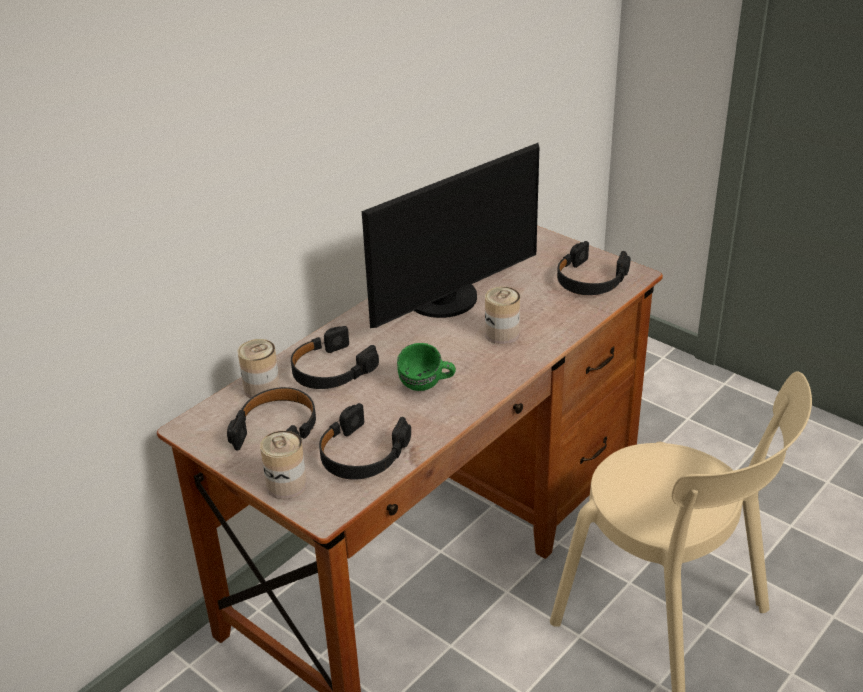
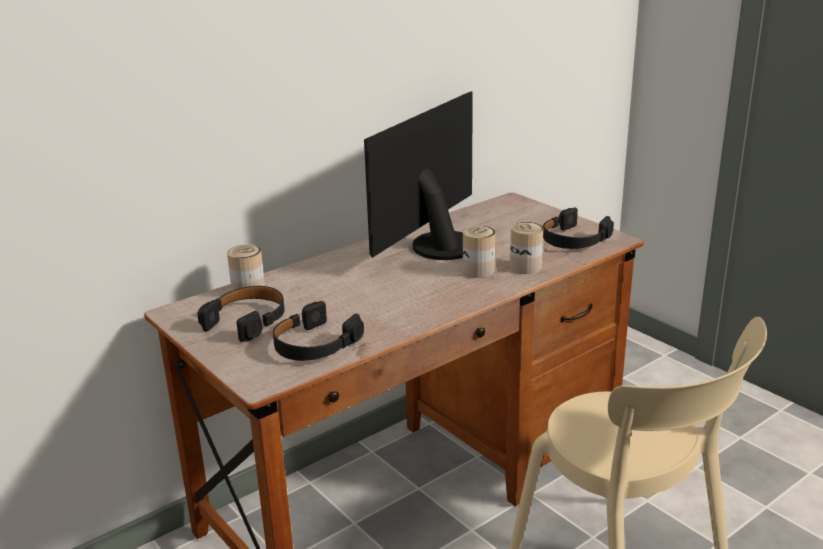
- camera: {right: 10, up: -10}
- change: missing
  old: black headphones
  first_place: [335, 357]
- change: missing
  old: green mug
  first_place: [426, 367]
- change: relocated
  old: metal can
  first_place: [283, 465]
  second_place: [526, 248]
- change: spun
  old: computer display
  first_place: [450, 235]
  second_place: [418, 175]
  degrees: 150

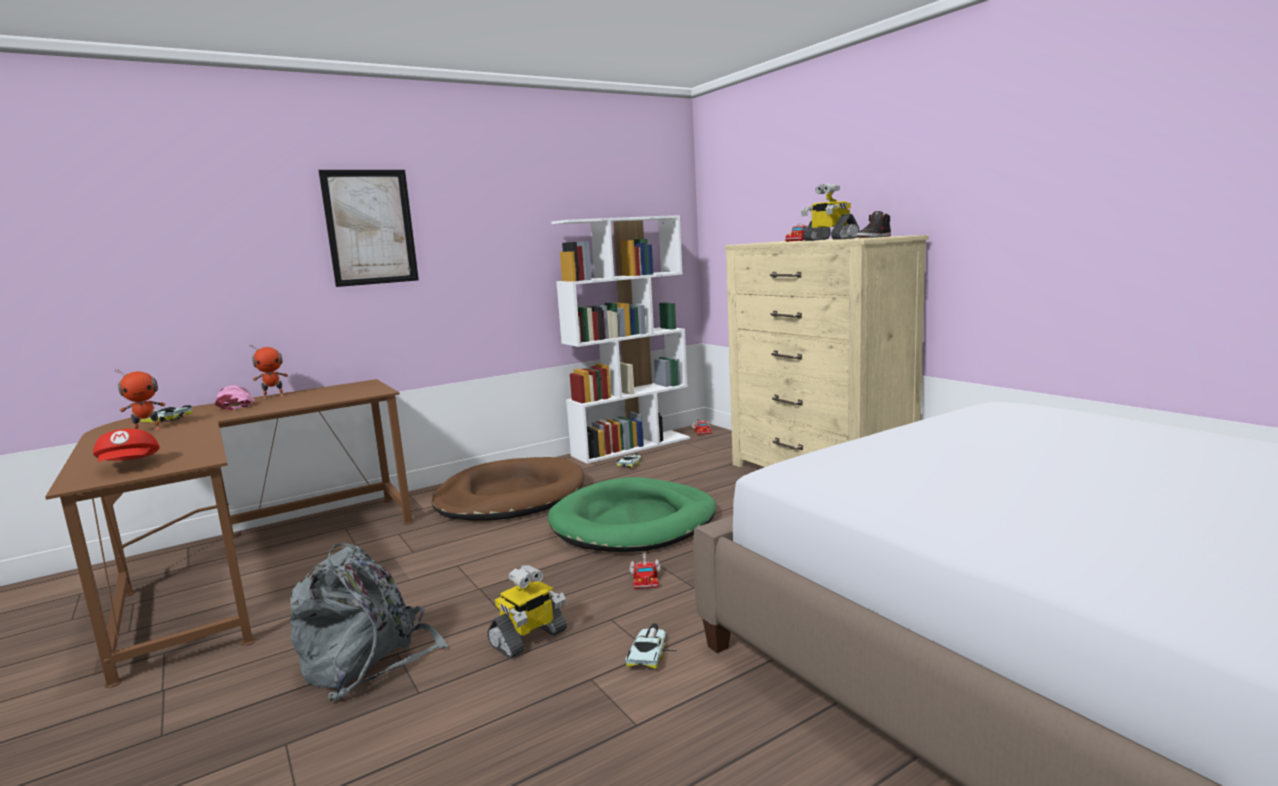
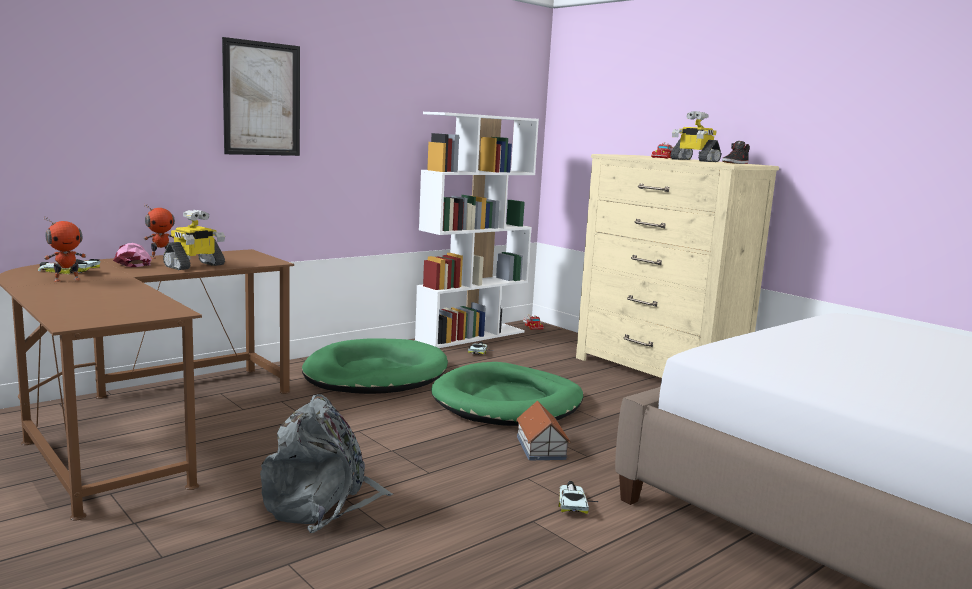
- camera: {right: -10, up: 0}
- change: missing
  old: reddish baseball cap
  first_place: [126, 445]
- change: relocated
  old: model robot
  first_place: [527, 612]
  second_place: [194, 240]
- change: exchanged
  old: toy truck
  new: miniature house
  first_place: [645, 570]
  second_place: [543, 430]
- change: colour
  old: brown dog bed
  new: green dog bed
  first_place: [508, 489]
  second_place: [375, 366]

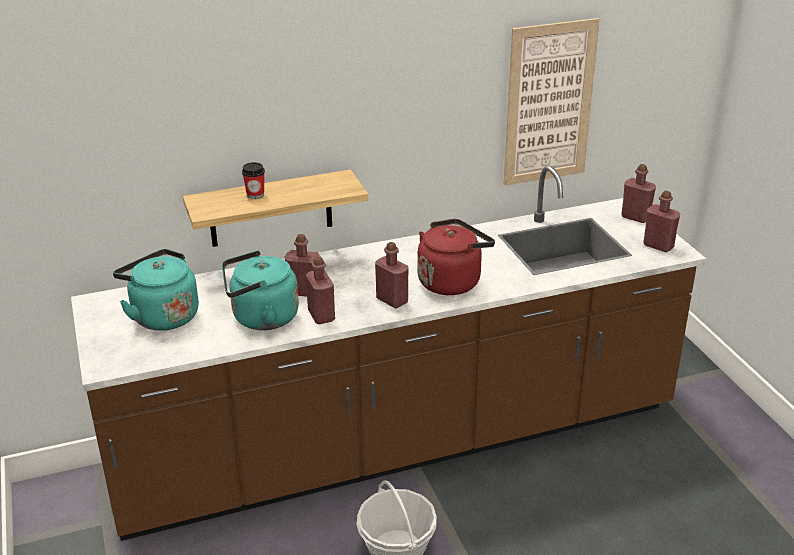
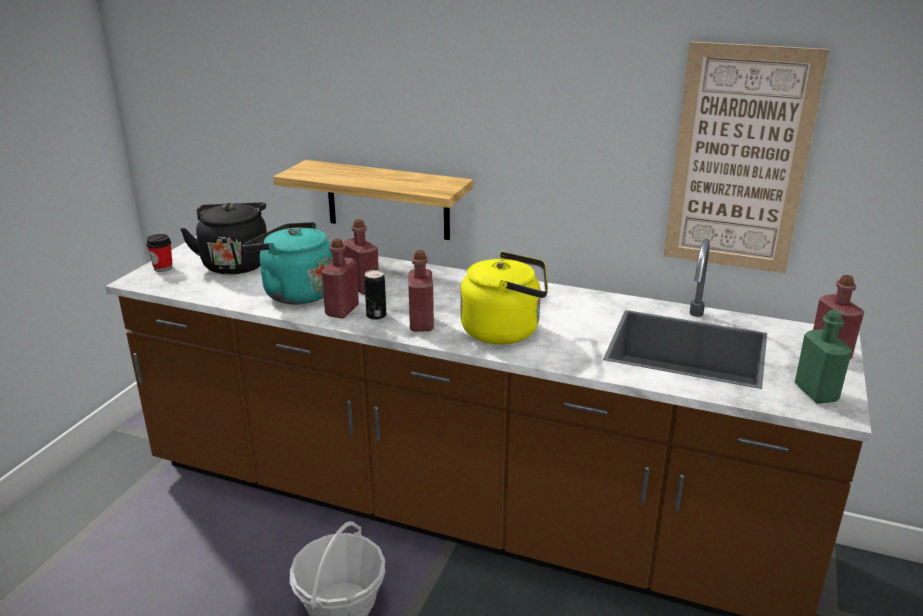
- camera: {right: 40, up: -5}
- change: appeared
  new: metal can
  second_place: [375, 295]
- change: relocated
  old: drinking cup
  first_place: [253, 180]
  second_place: [159, 253]
- change: colour
  old: blue-green water kettle
  new: black water kettle
  first_place: [156, 290]
  second_place: [223, 238]
- change: colour
  old: reddish water kettle
  new: yellow-coloured water kettle
  first_place: [456, 257]
  second_place: [504, 298]
- change: colour
  old: reddish drink bottle
  new: green drink bottle
  first_place: [661, 221]
  second_place: [823, 357]

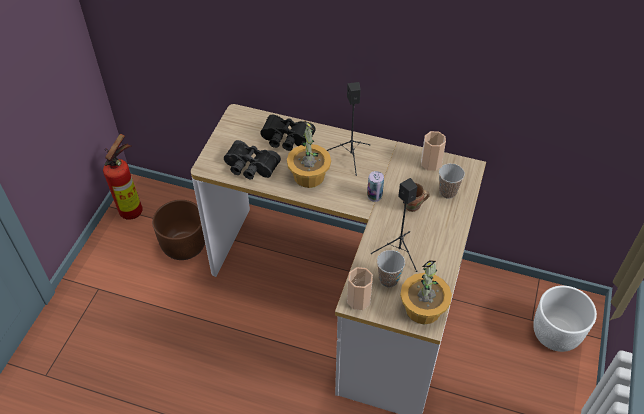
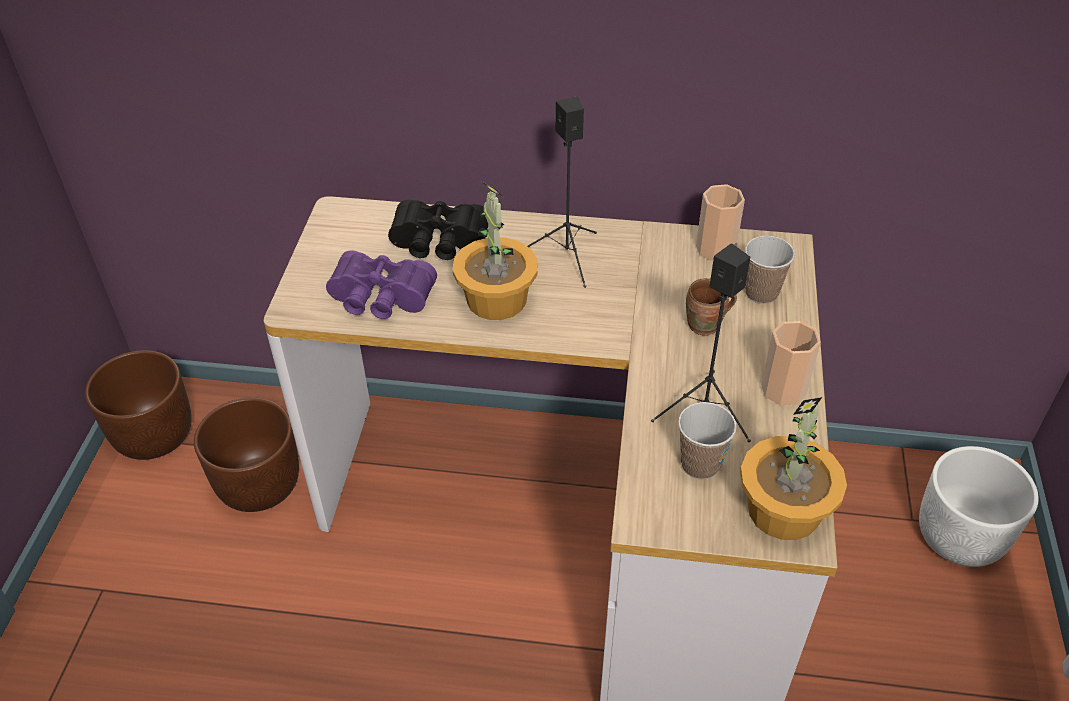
- camera: {right: -10, up: -5}
- change: missing
  old: metal can
  first_place: [375, 186]
- change: relocated
  old: drinking cup
  first_place: [360, 288]
  second_place: [791, 363]
- change: exchanged
  old: extinguisher
  new: brown plant pot
  first_place: [123, 177]
  second_place: [138, 405]
- change: colour
  old: black field glasses
  new: purple-coloured field glasses
  first_place: [252, 159]
  second_place: [381, 285]

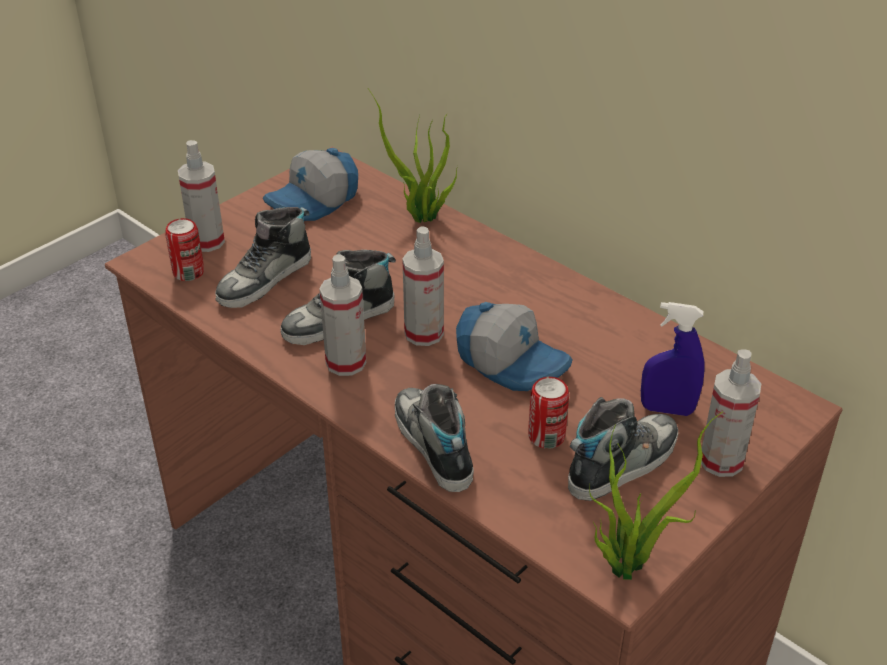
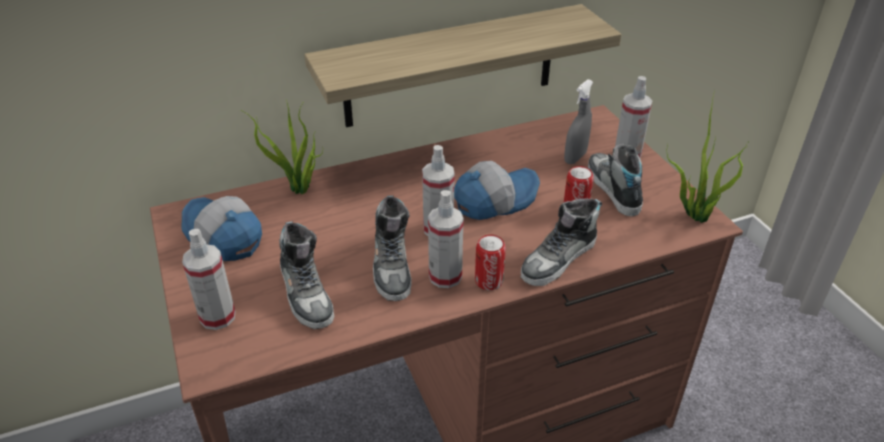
- camera: {right: -65, up: 0}
- change: appeared
  new: bracket shelf
  second_place: [462, 65]
- change: relocated
  old: metal can
  first_place: [184, 249]
  second_place: [490, 262]
- change: colour
  old: blue sprayer
  new: gray sprayer
  first_place: [673, 359]
  second_place: [578, 121]
- change: spun
  old: baseball cap
  first_place: [310, 184]
  second_place: [222, 228]
  degrees: 150
- change: spun
  old: low shoe
  first_place: [434, 438]
  second_place: [561, 242]
  degrees: -45

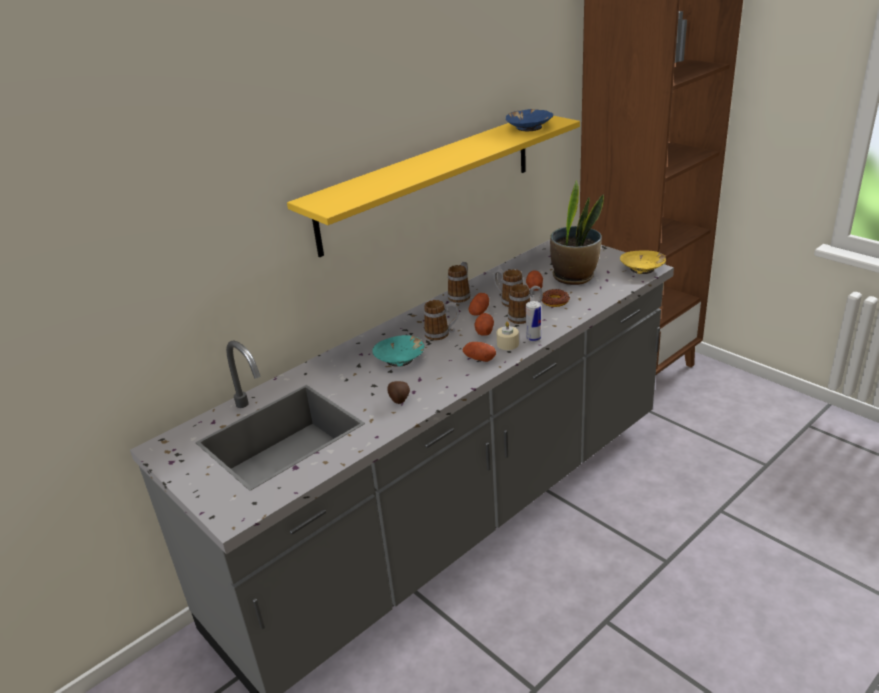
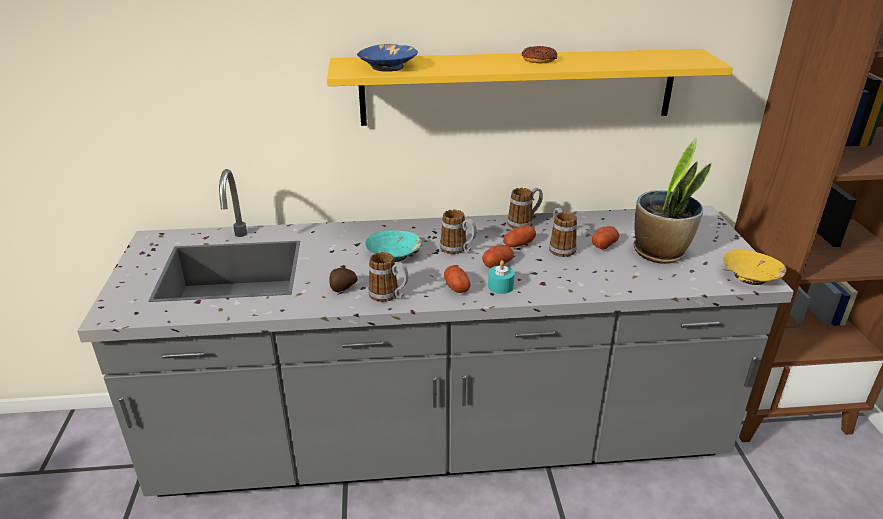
- camera: {right: 35, up: 0}
- change: missing
  old: metal can
  first_place: [533, 321]
- change: relocated
  old: blue bowl
  first_place: [529, 120]
  second_place: [387, 58]
- change: relocated
  old: mug
  first_place: [525, 304]
  second_place: [388, 277]
- change: relocated
  old: doughnut
  first_place: [556, 298]
  second_place: [539, 54]
- change: colour
  old: beige wax candle
  new: blue-green wax candle
  first_place: [508, 335]
  second_place: [501, 277]

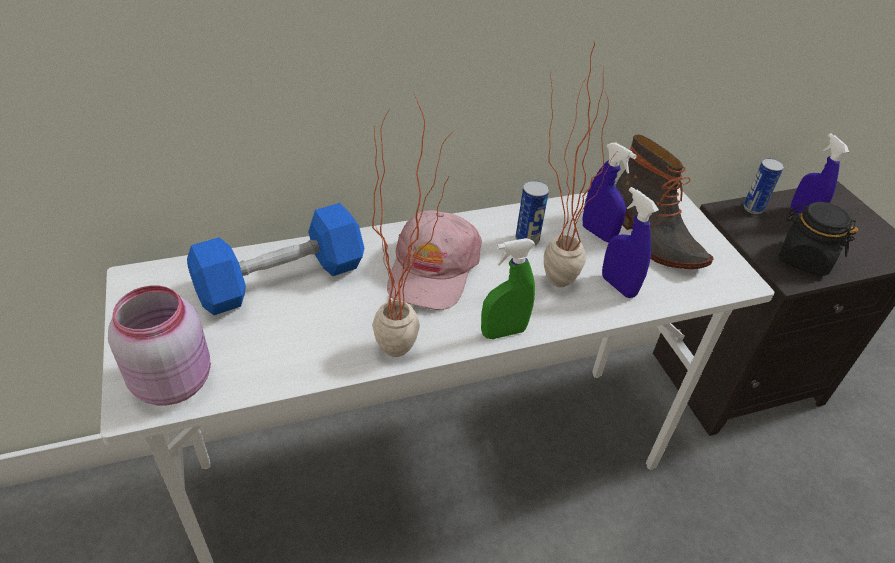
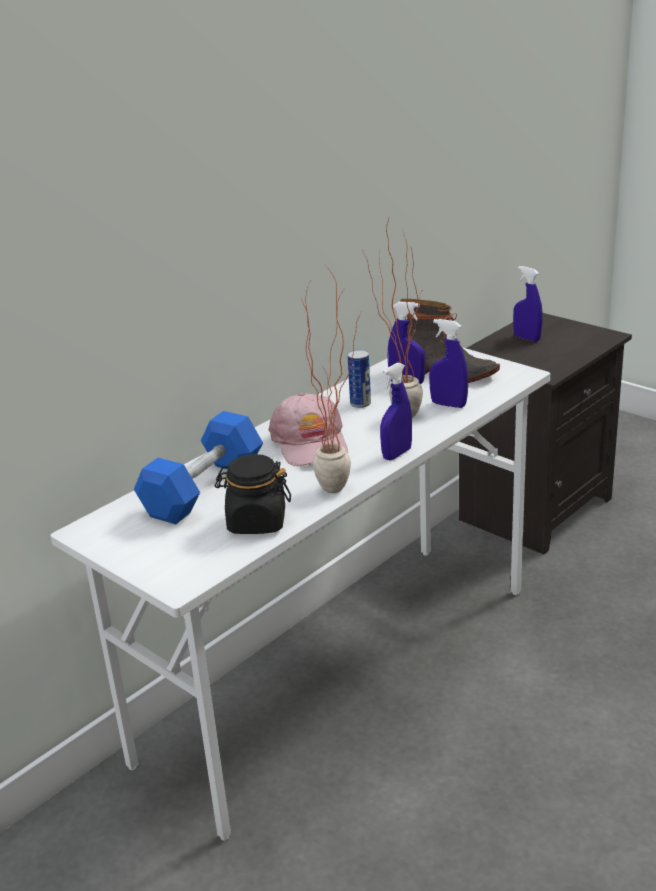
- camera: {right: -25, up: -15}
- change: missing
  old: pinkish jar
  first_place: [159, 345]
- change: missing
  old: metal can
  first_place: [763, 186]
- change: relocated
  old: black jar
  first_place: [818, 239]
  second_place: [252, 494]
- change: colour
  old: green sprayer
  new: blue sprayer
  first_place: [508, 288]
  second_place: [396, 411]

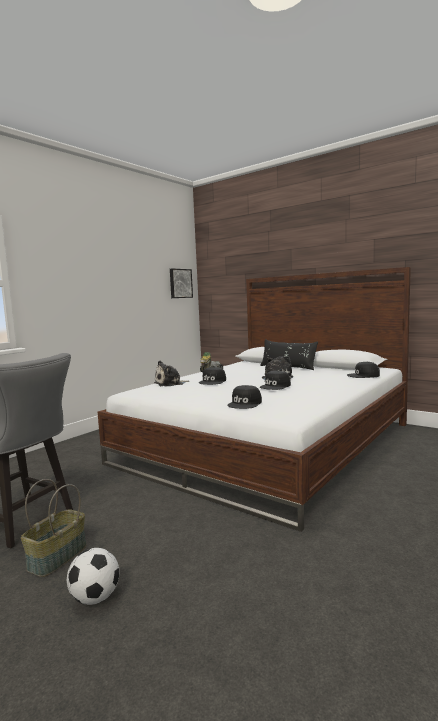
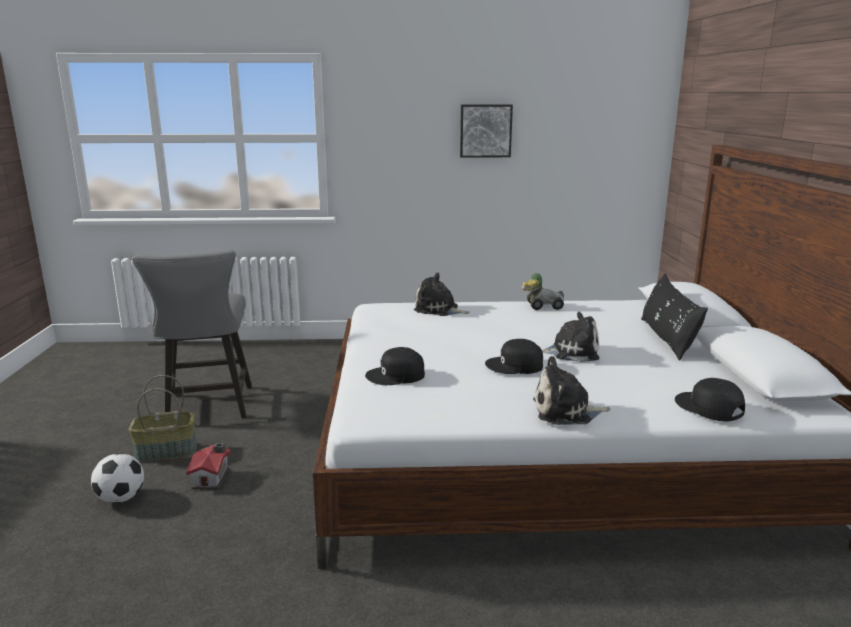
- camera: {right: 50, up: 10}
- change: missing
  old: black baseball cap
  first_place: [212, 376]
- change: appeared
  new: miniature house
  second_place: [208, 466]
- change: appeared
  new: plush toy
  second_place: [571, 390]
- change: relocated
  old: wall art
  first_place: [181, 283]
  second_place: [486, 131]

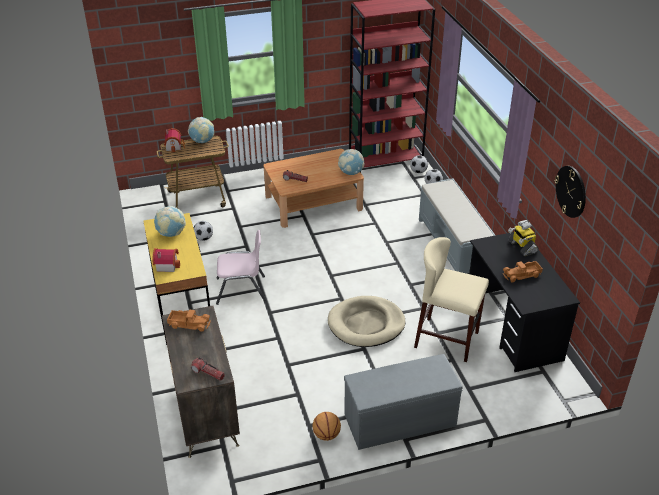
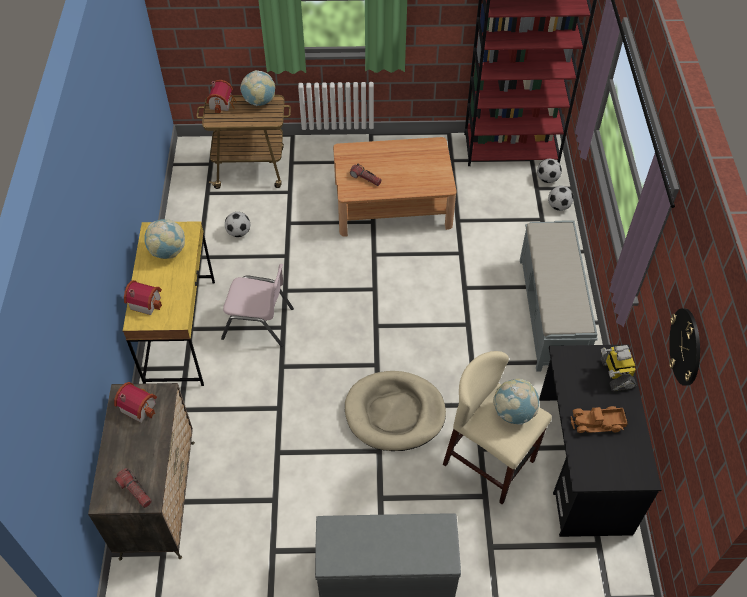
- camera: {right: 15, up: 15}
- change: missing
  old: basketball
  first_place: [326, 426]
- change: relocated
  old: globe
  first_place: [351, 162]
  second_place: [516, 402]
- change: exchanged
  old: toy truck
  new: miniature house
  first_place: [189, 320]
  second_place: [135, 402]

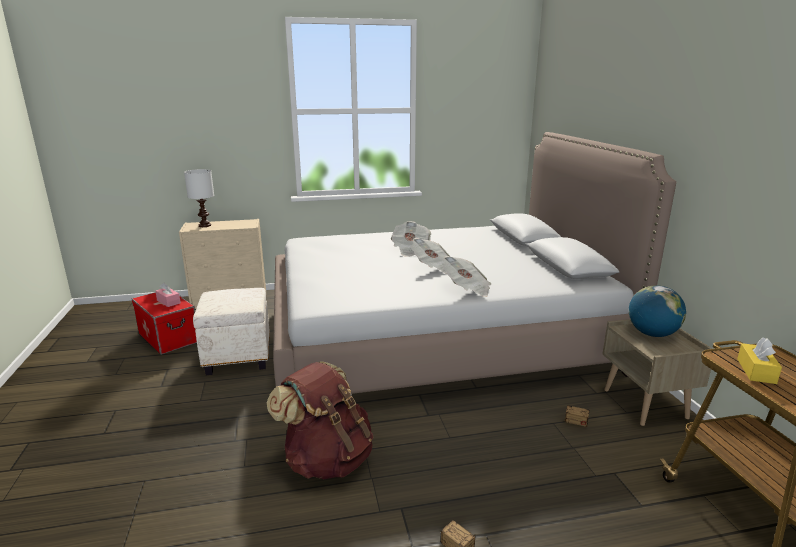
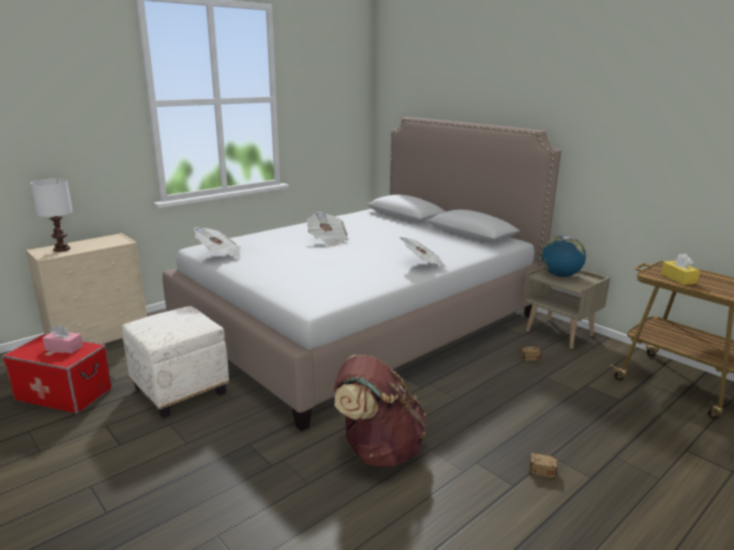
- camera: {right: -30, up: 0}
- change: relocated
  old: printed paper
  first_place: [431, 256]
  second_place: [217, 242]

